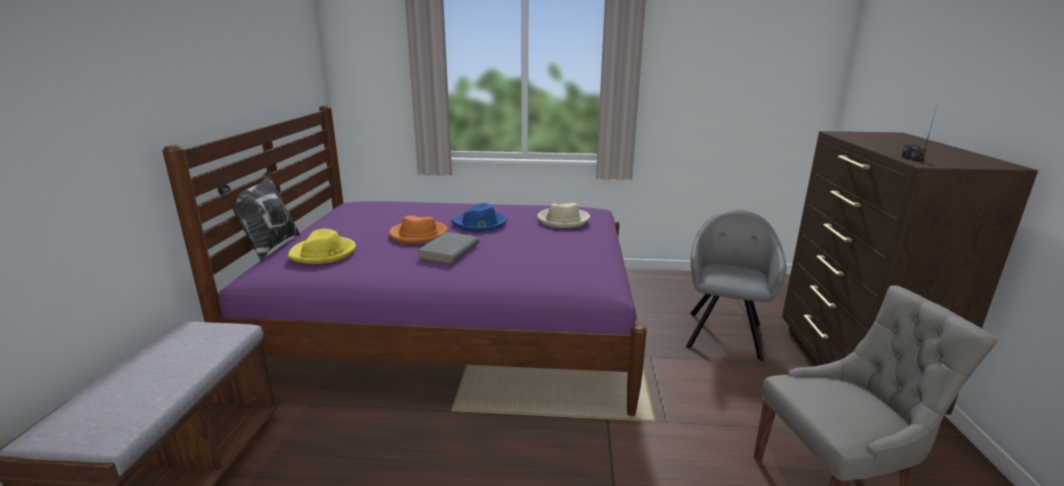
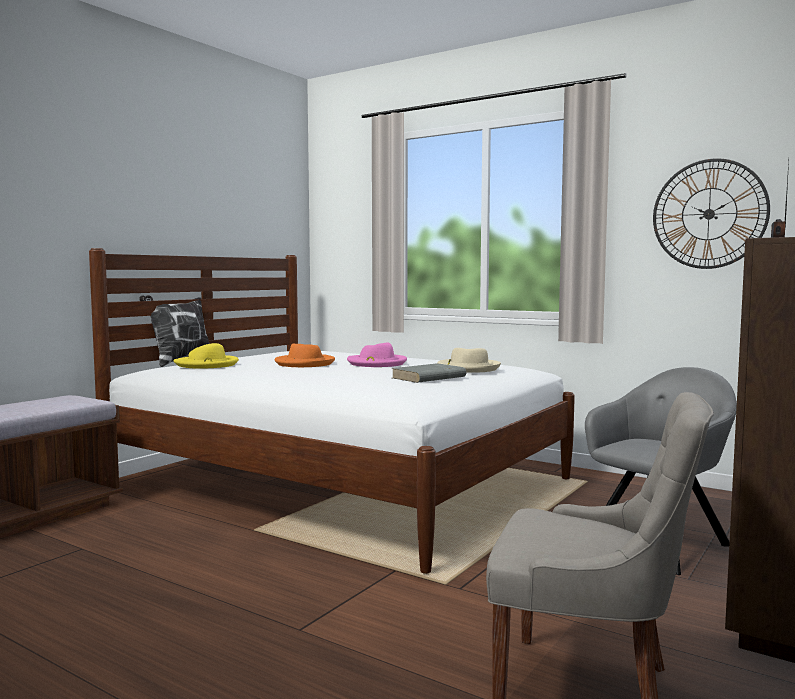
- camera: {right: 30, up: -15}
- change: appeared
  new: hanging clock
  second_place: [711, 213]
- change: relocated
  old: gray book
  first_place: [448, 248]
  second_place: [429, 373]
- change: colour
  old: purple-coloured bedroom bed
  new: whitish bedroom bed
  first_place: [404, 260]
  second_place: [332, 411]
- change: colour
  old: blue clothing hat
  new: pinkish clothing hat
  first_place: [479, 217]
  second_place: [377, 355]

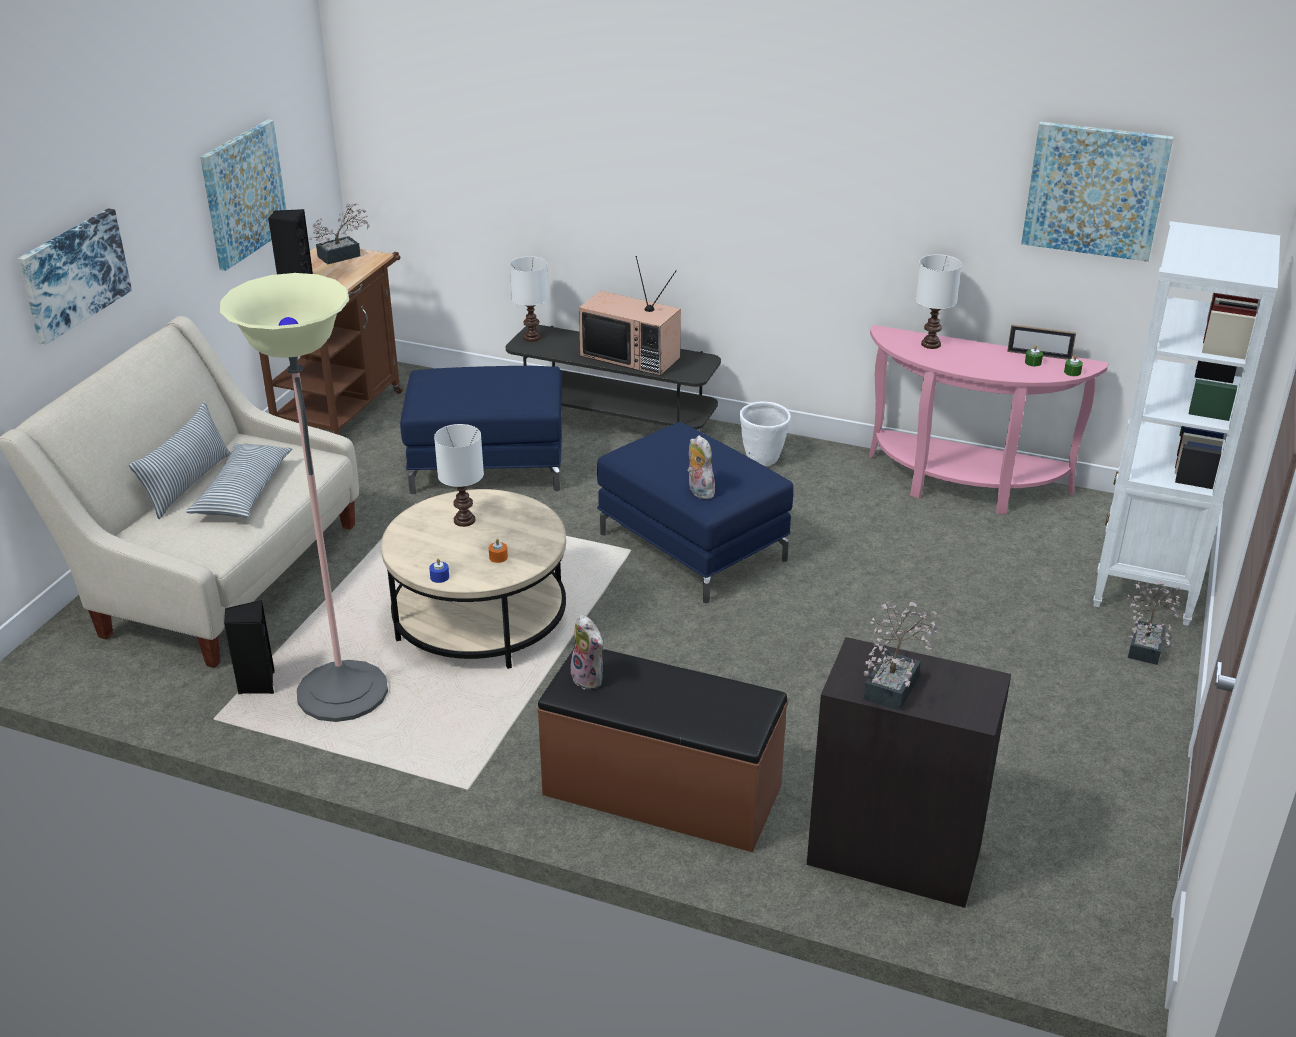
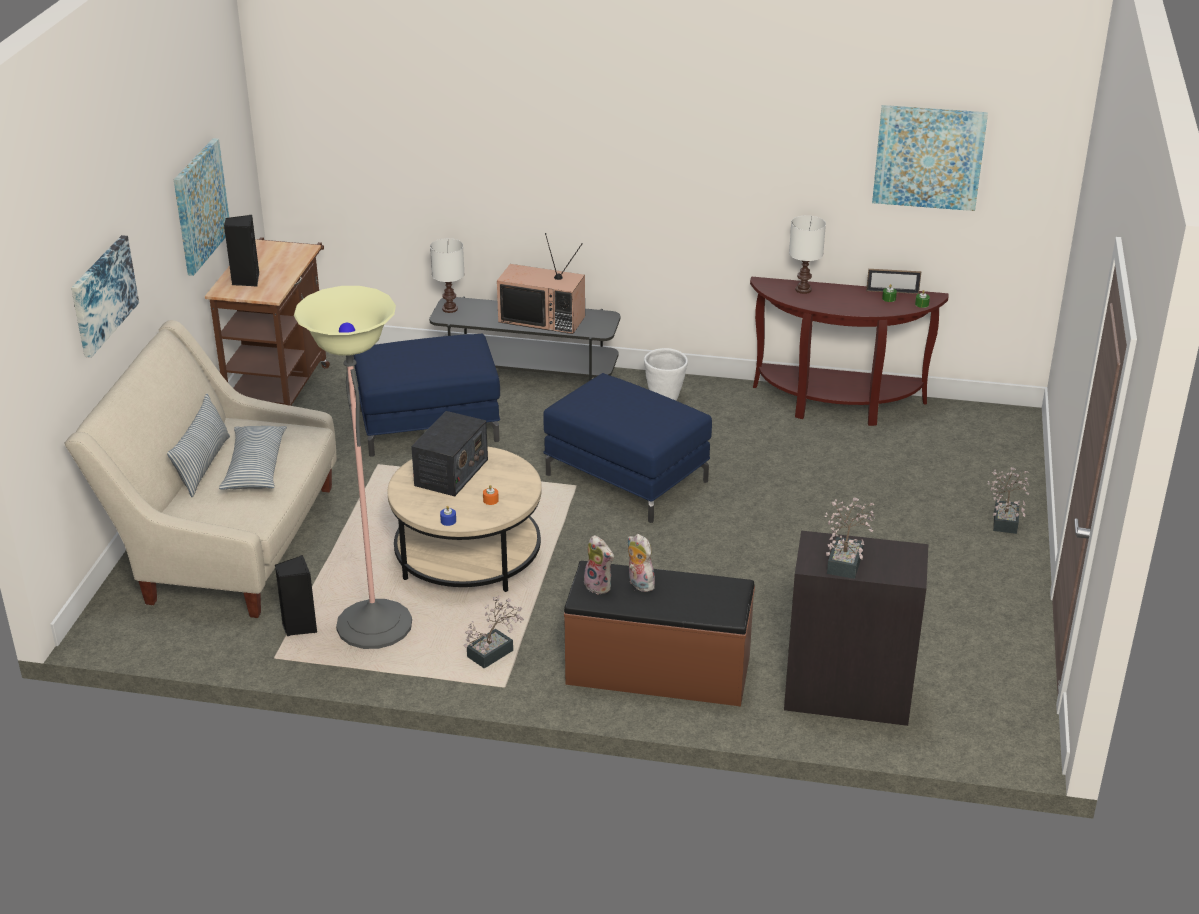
- camera: {right: -10, up: 0}
- change: missing
  old: whitish bookshelf
  first_place: [1186, 423]
- change: relocated
  old: potted plant
  first_place: [338, 234]
  second_place: [494, 632]
- change: relocated
  old: plush toy
  first_place: [701, 467]
  second_place: [641, 563]
- change: exchanged
  old: whitish tabletop lamp
  new: radio
  first_place: [459, 475]
  second_place: [449, 453]
- change: colour
  old: pinkish hall table
  new: brown hall table
  first_place: [988, 419]
  second_place: [849, 351]

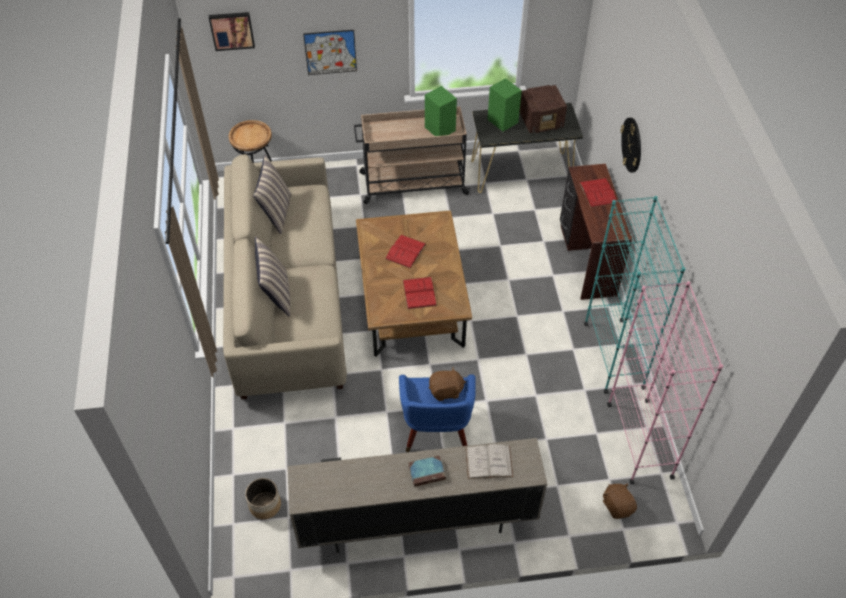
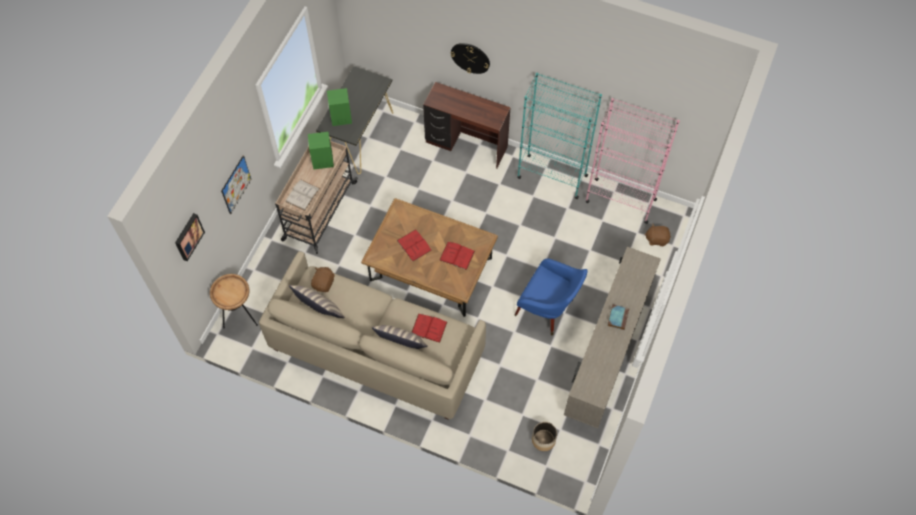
- camera: {right: -60, up: 10}
- change: missing
  old: radio
  first_place: [543, 109]
- change: relocated
  old: brown plush toy
  first_place: [447, 384]
  second_place: [323, 279]
- change: relocated
  old: whitish book
  first_place: [489, 461]
  second_place: [302, 195]
- change: relocated
  old: reddish book
  first_place: [598, 193]
  second_place: [429, 328]

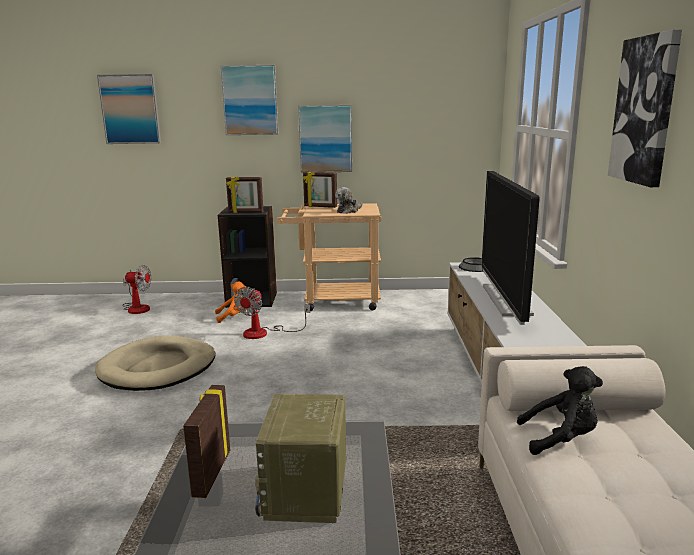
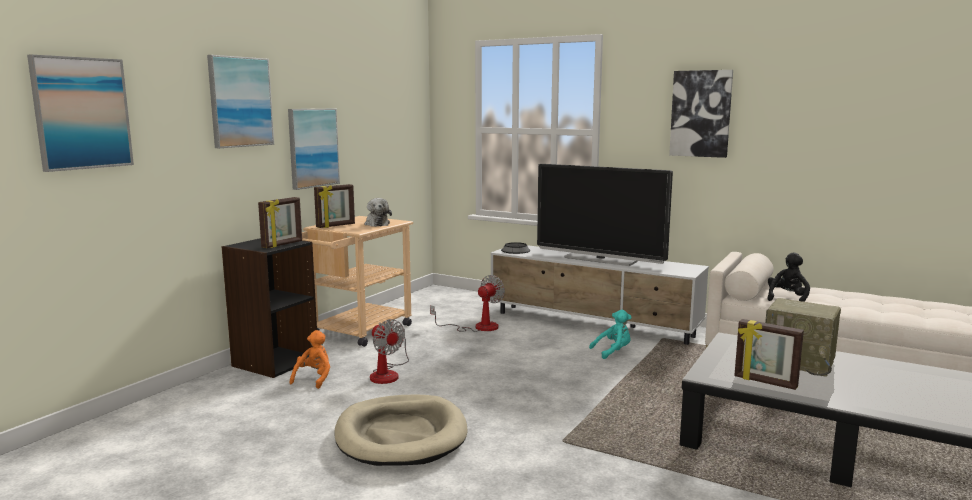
- camera: {right: -60, up: -5}
- change: appeared
  new: blue-green plush toy
  second_place: [610, 334]
- change: relocated
  old: cooling fan
  first_place: [137, 289]
  second_place: [467, 303]

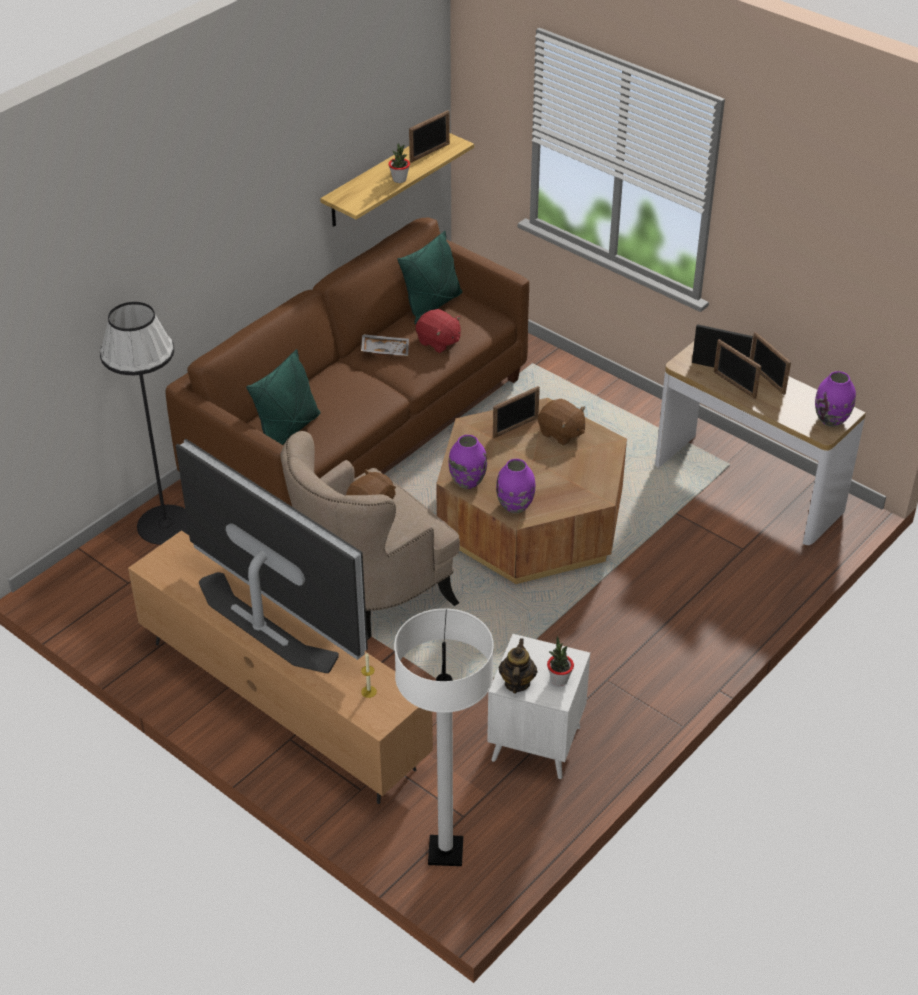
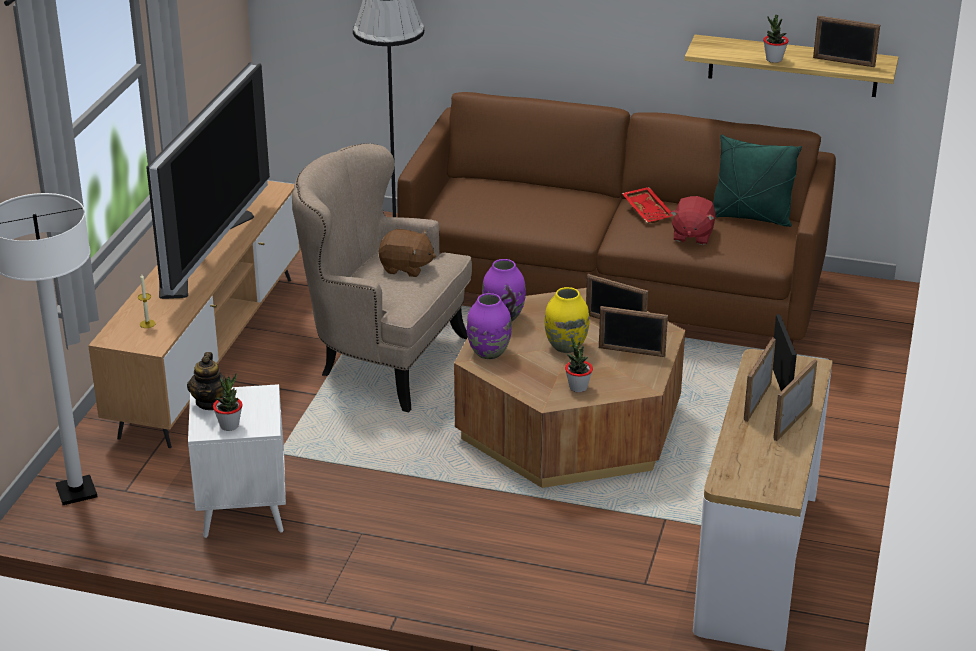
- camera: {right: 65, up: -10}
- change: missing
  old: green throw pillow
  first_place: [283, 397]
- change: missing
  old: purple-coloured decorative vase
  first_place: [835, 399]
- change: appeared
  new: yellow-coloured decorative vase
  second_place: [566, 320]
- change: appeared
  new: potted plant
  second_place: [579, 365]
- change: exchanged
  old: brown plush toy
  new: photo frame
  first_place: [561, 421]
  second_place: [633, 331]
- change: colour
  old: gray serving tray
  new: reddish serving tray
  first_place: [385, 345]
  second_place: [647, 205]
- change: spun
  old: teapot
  first_place: [518, 665]
  second_place: [206, 381]
  degrees: 105

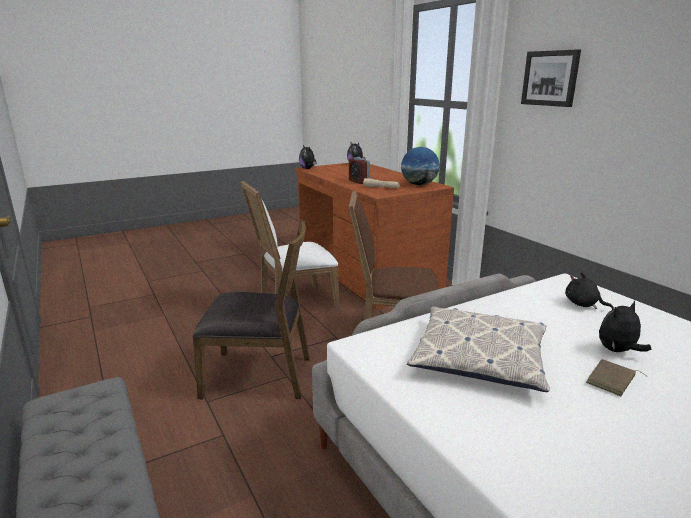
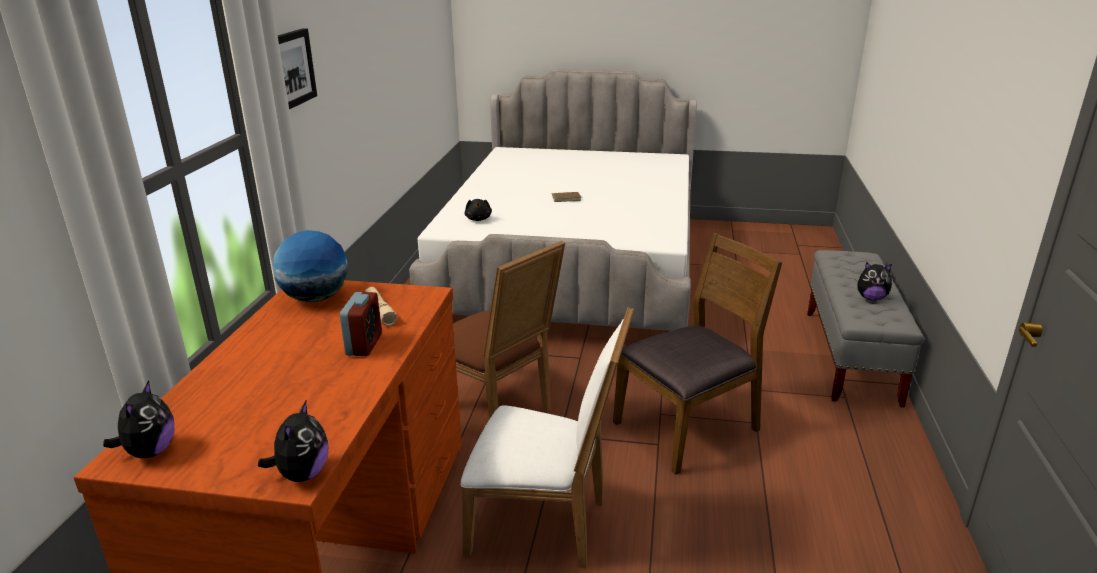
- camera: {right: -140, up: 5}
- change: missing
  old: throw pillow
  first_place: [478, 349]
- change: relocated
  old: plush toy
  first_place: [625, 326]
  second_place: [874, 281]
- change: spun
  old: brown plain chair
  first_place: [251, 309]
  second_place: [697, 354]
  degrees: 105

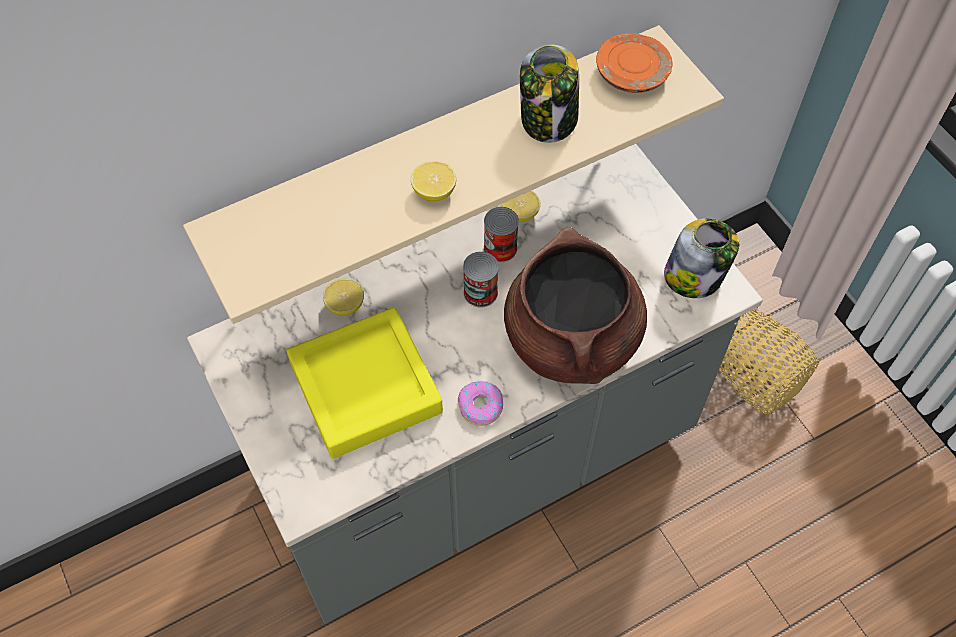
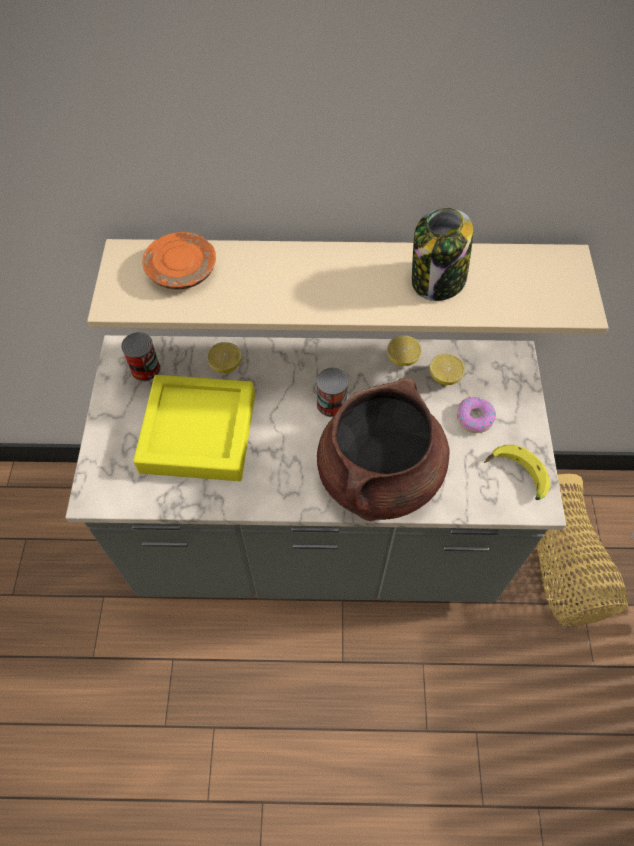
- camera: {right: 30, up: 0}
- change: relocated
  old: lemon
  first_place: [433, 181]
  second_place: [447, 369]
- change: relocated
  old: doughnut
  first_place: [480, 403]
  second_place: [476, 415]
- change: relocated
  old: metal can
  first_place: [501, 234]
  second_place: [141, 356]
- change: relocated
  old: orangey flat dish
  first_place: [634, 63]
  second_place: [179, 261]
- change: exchanged
  old: jar
  new: whole banana
  first_place: [701, 258]
  second_place: [517, 472]

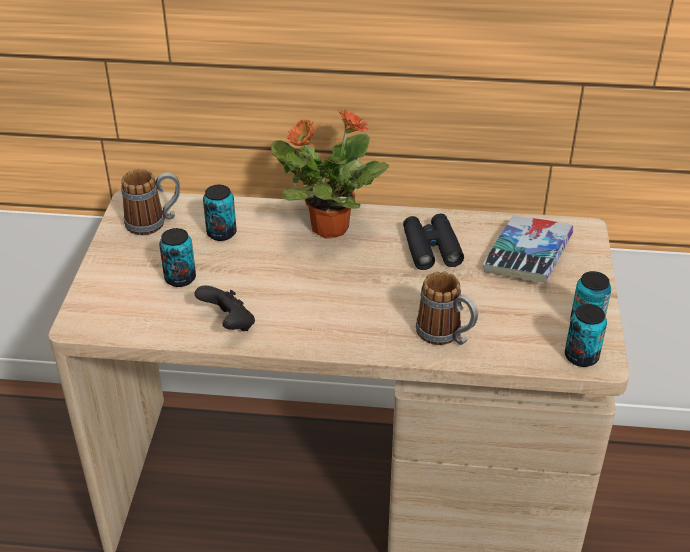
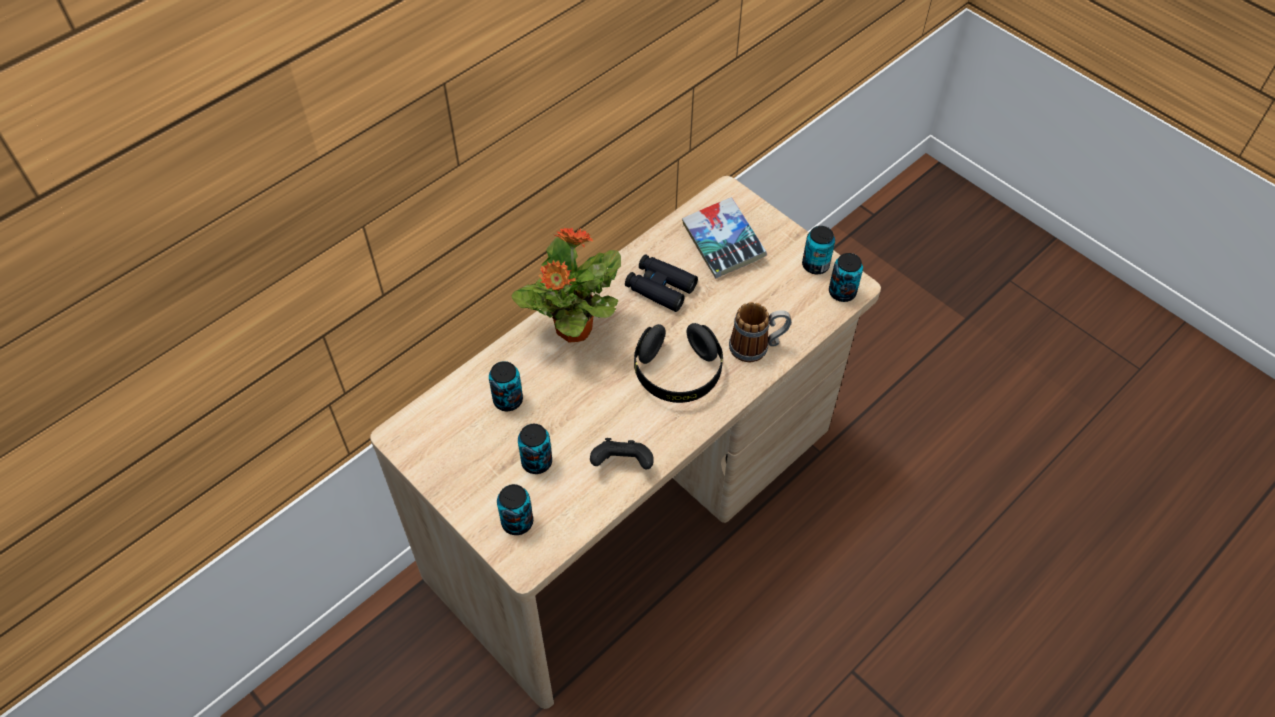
- camera: {right: -50, up: 15}
- change: missing
  old: mug
  first_place: [150, 202]
- change: appeared
  new: metal can
  second_place: [515, 509]
- change: appeared
  new: black headphones
  second_place: [678, 363]

